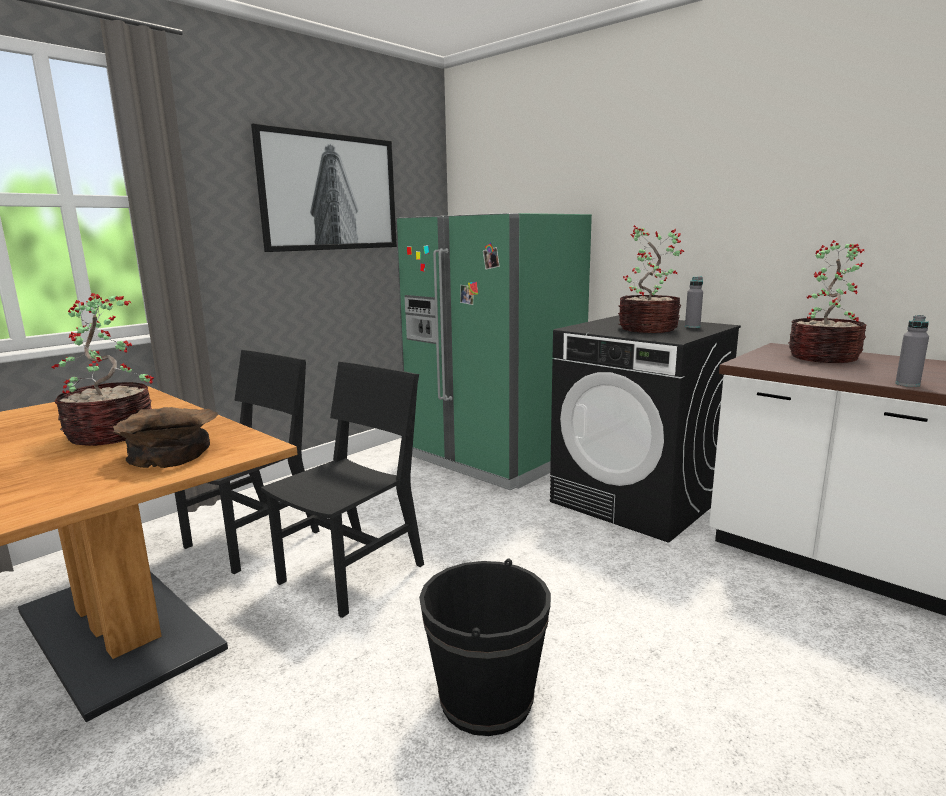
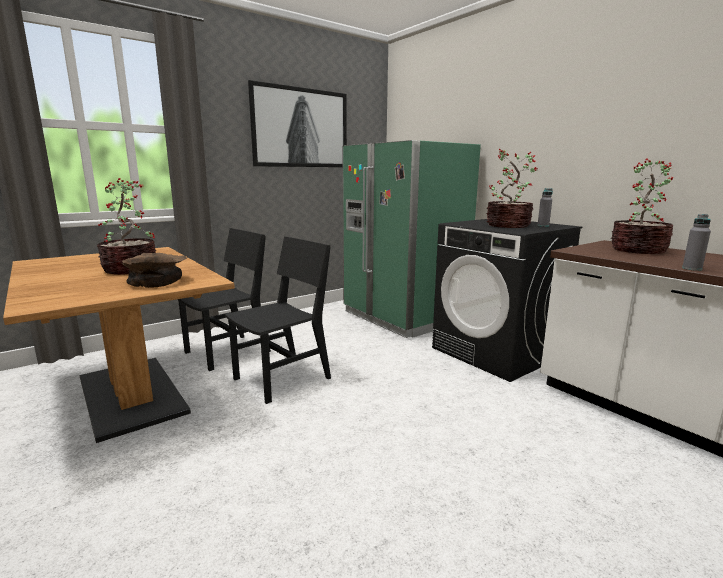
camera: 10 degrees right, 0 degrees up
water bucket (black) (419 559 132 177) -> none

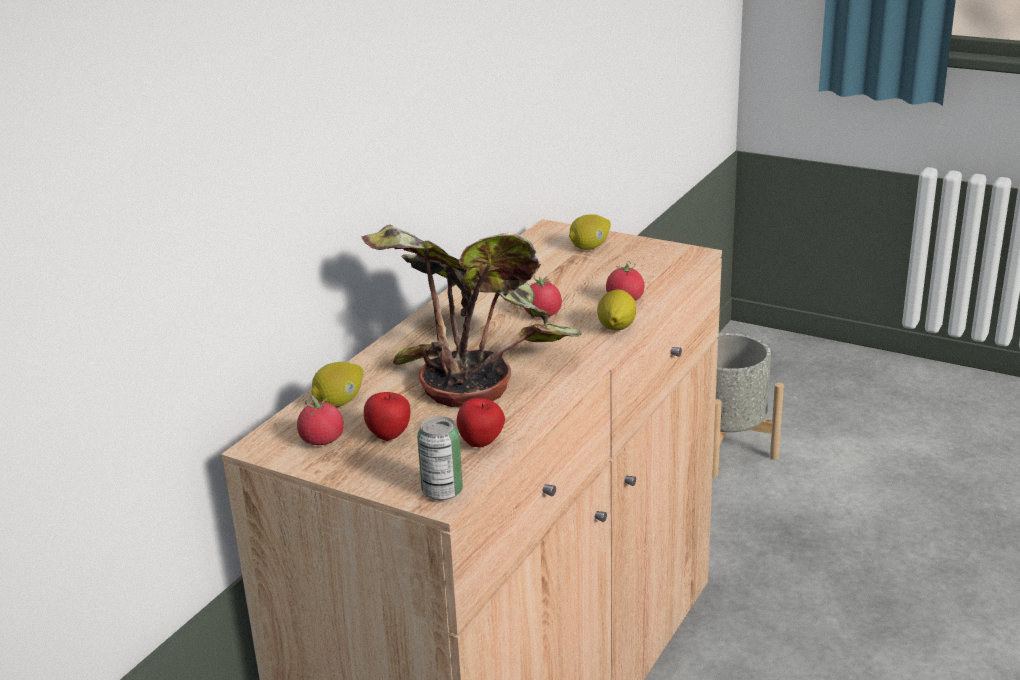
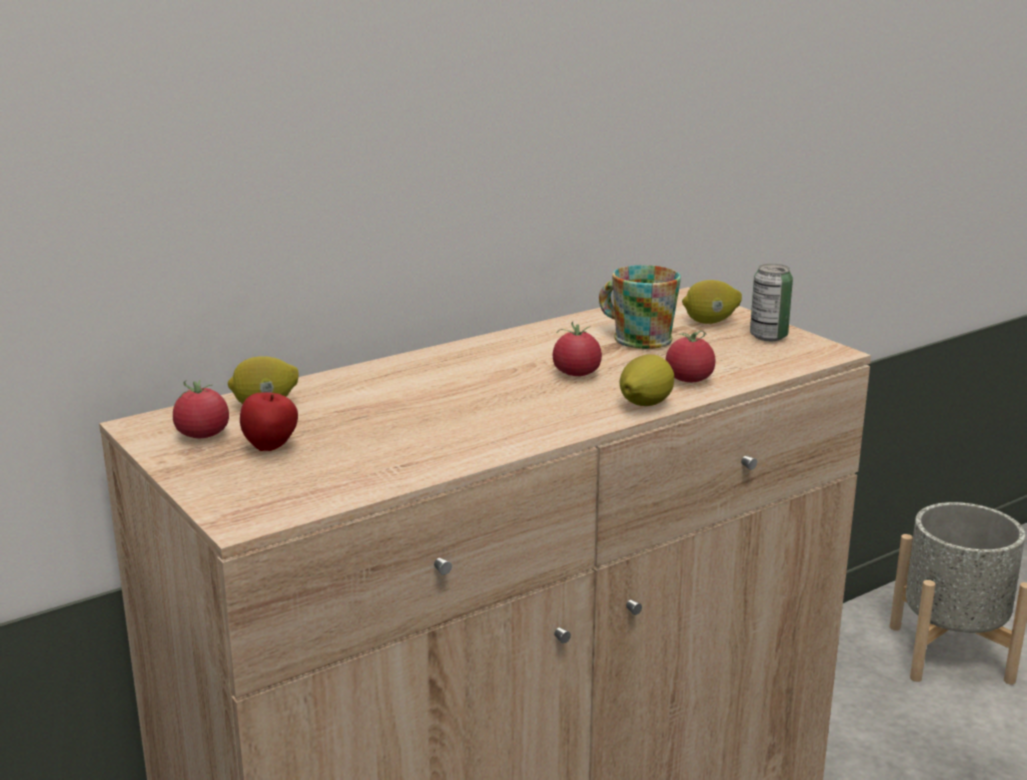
camera: 25 degrees right, 5 degrees down
none -> tea mug (599 265 82 84)
sealed can (417 416 46 84) -> sealed can (750 264 43 77), shifted
plant in a pot (361 224 221 183) -> none
apple fruit (457 398 48 50) -> none

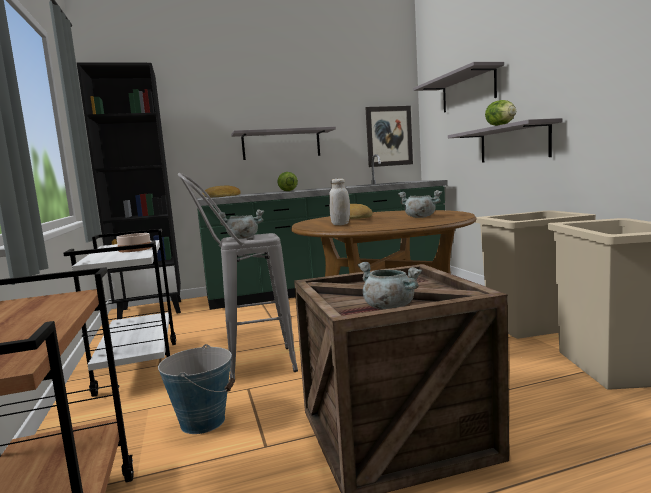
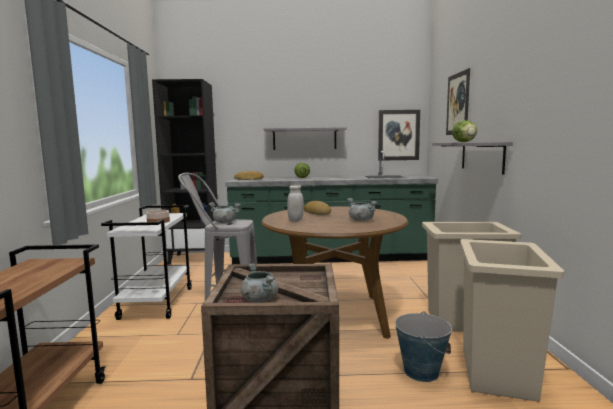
camera: 15 degrees right, 0 degrees up
water bucket (158 344 77 90) -> water bucket (395 311 57 71), shifted
bracket shelf (greyish) (413 62 91 51) -> wall picture (446 68 24 67)

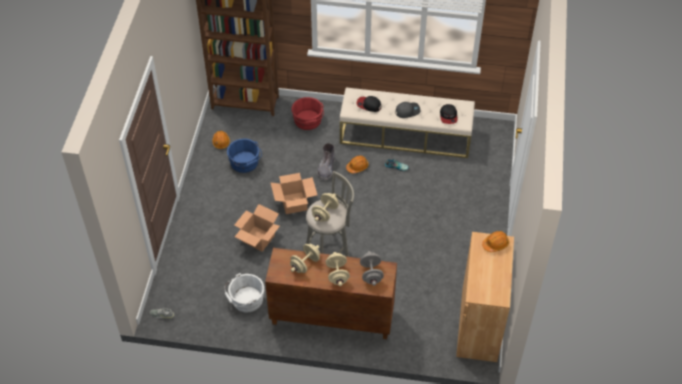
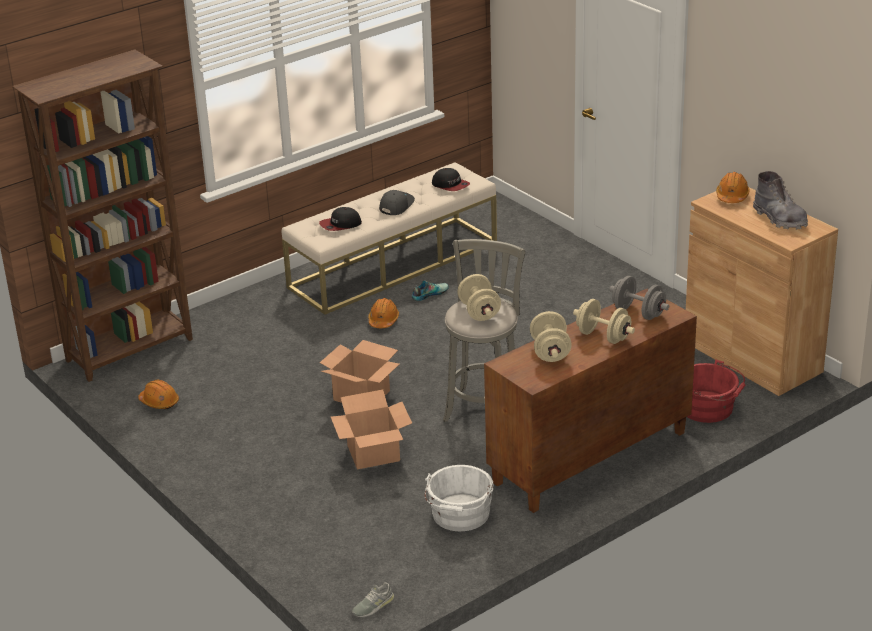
camera: 45 degrees left, 20 degrees down
water bucket (red-coloured) (292 97 32 33) -> water bucket (red-coloured) (687 359 58 64), shifted
boot (greyish) (317 143 18 38) -> boot (greyish) (753 171 55 59), shifted
water bucket (bluish) (227 139 35 34) -> none

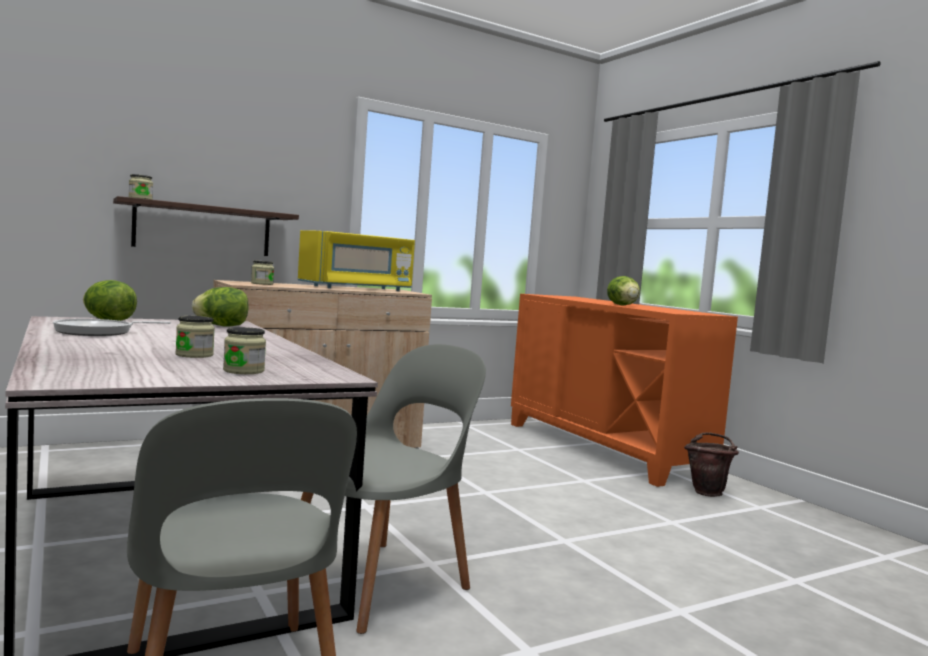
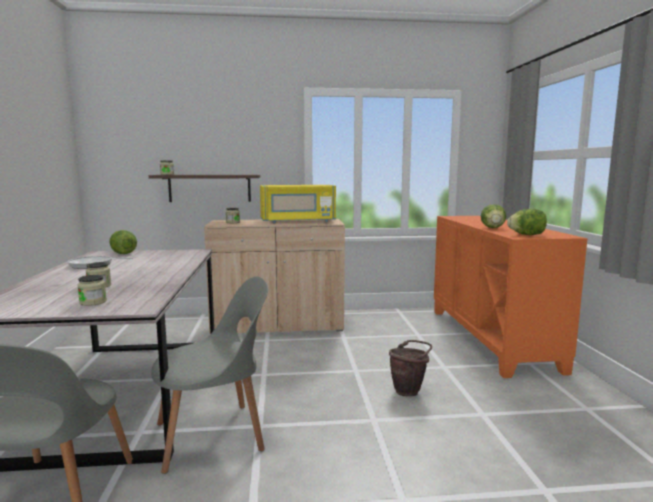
camera: 25 degrees right, 5 degrees up
water bucket (brown) (684 432 55 65) -> water bucket (brown) (389 340 43 56), shifted
lettuce (192 287 57 40) -> lettuce (507 209 40 26), shifted

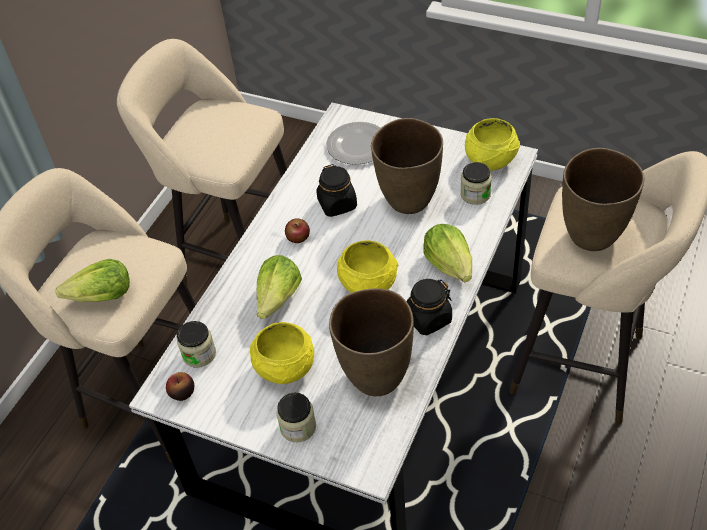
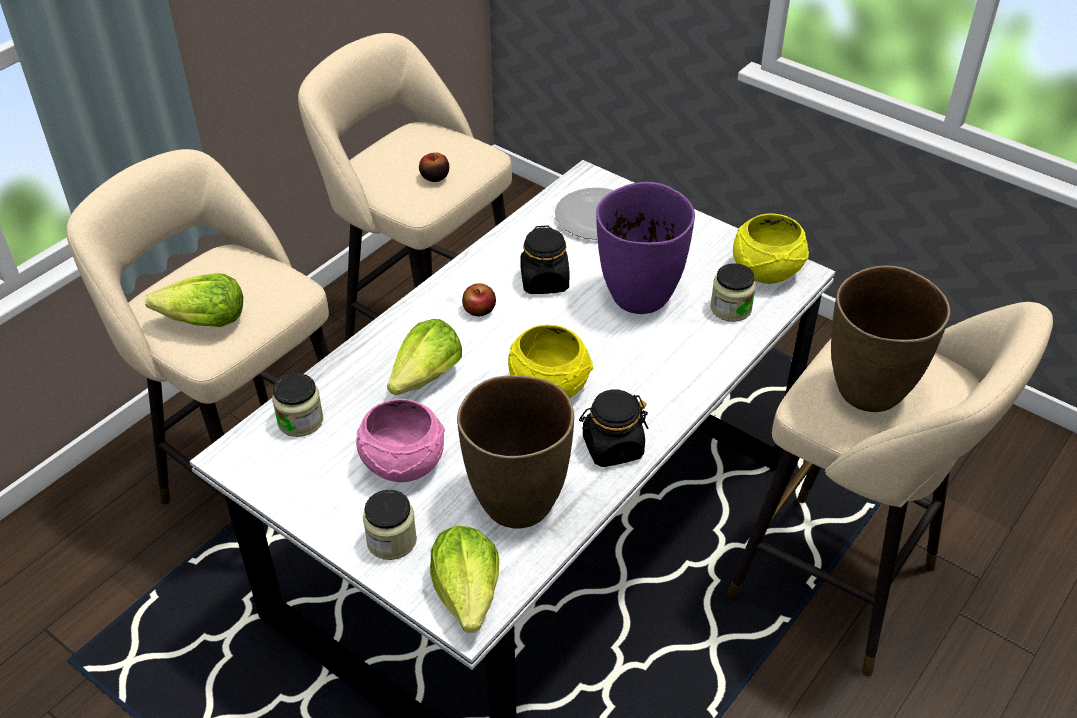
camera: 10 degrees right, 5 degrees down
deep dish (yellow-coloured) (250 322 64 62) -> deep dish (pink-coloured) (356 399 89 83)
apple fruit (166 372 28 29) -> apple fruit (419 152 30 30), shifted
lettuce (423 224 49 58) -> lettuce (430 526 69 107), shifted
vase (brown) (371 118 72 96) -> vase (purple) (596 182 99 132)

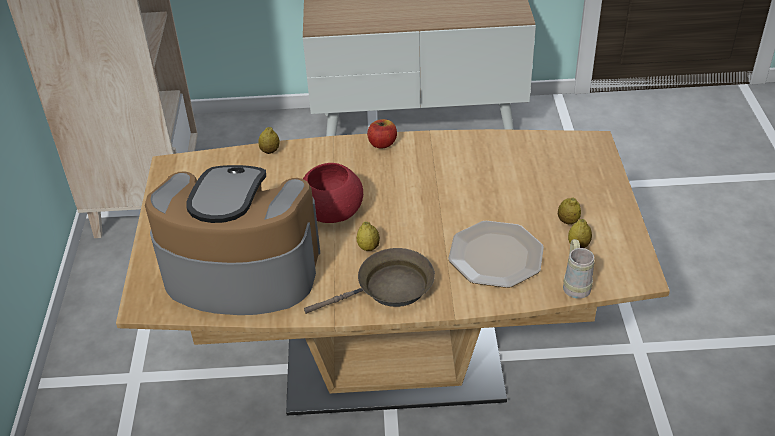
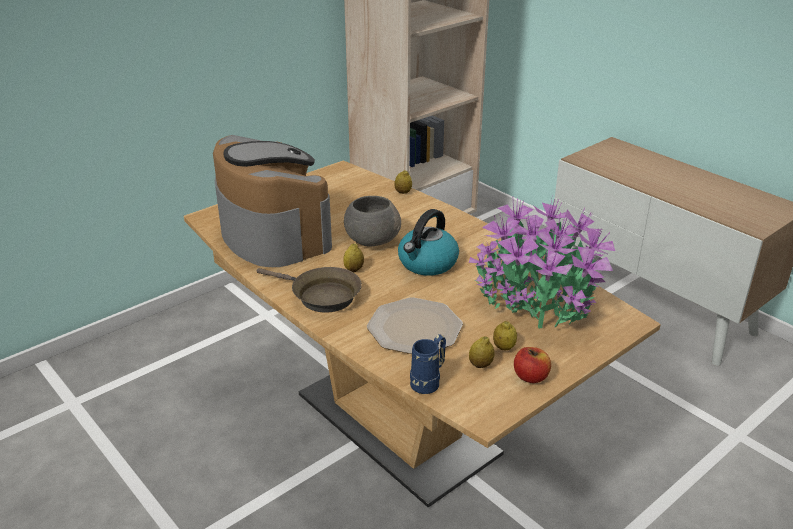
camera: 50 degrees right, 10 degrees down
deep dish (red-coloured) (303 163 60 60) -> deep dish (greyish) (344 196 57 51)
none -> water kettle (398 209 61 67)
tea mug (beige-coloured) (563 239 32 60) -> tea mug (bluish) (410 334 36 60)
none -> plant in a pot (469 198 146 130)
apple fruit (367 119 30 30) -> apple fruit (514 347 37 36), shifted

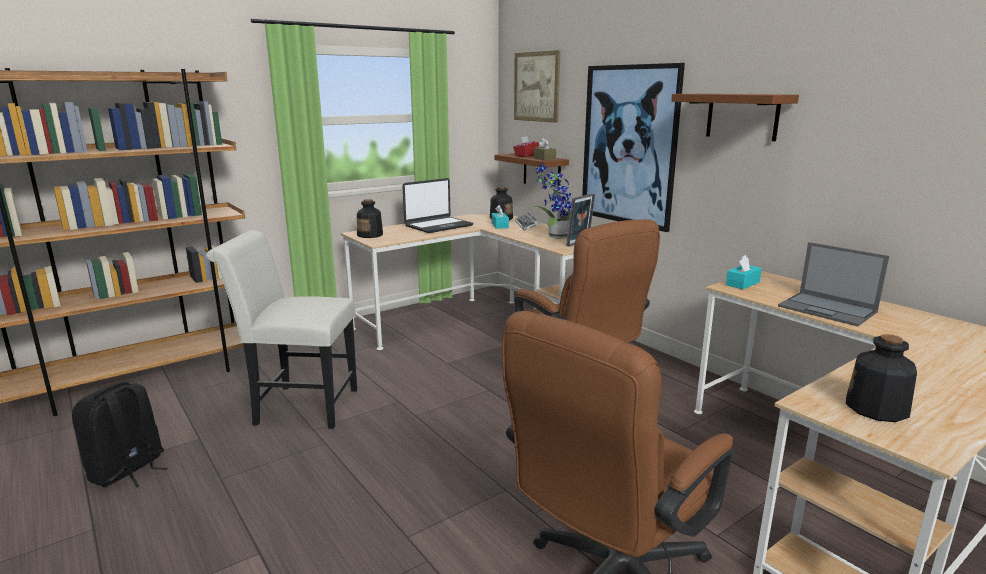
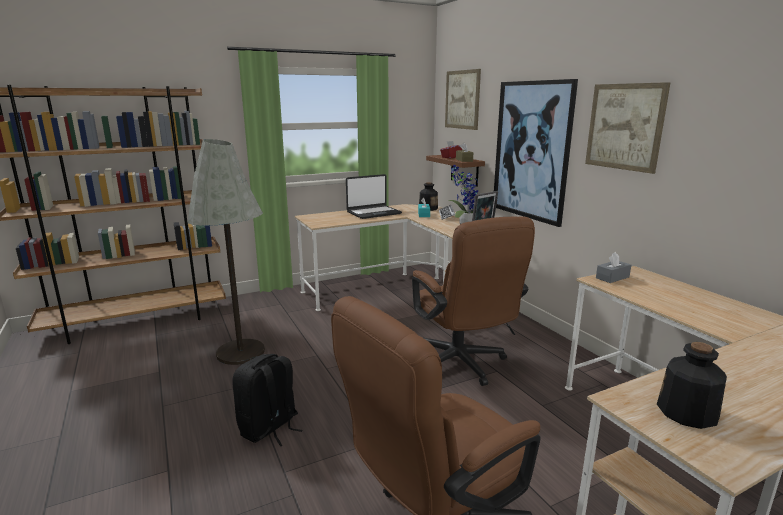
camera: 10 degrees right, 0 degrees up
chair (white) (206 230 151 199) -> floor lamp (greyish) (187 139 78 226)
knapsack (black) (72 382 96 105) -> knapsack (black) (232 354 71 93), shifted
bracket shelf (brown) (671 94 128 47) -> wall picture (585 82 86 92)
box of tissues (turquoise-coloured) (726 255 36 34) -> box of tissues (greyish) (596 252 35 31)
bottle (357 199 26 39) -> none
portable computer (778 242 111 84) -> none

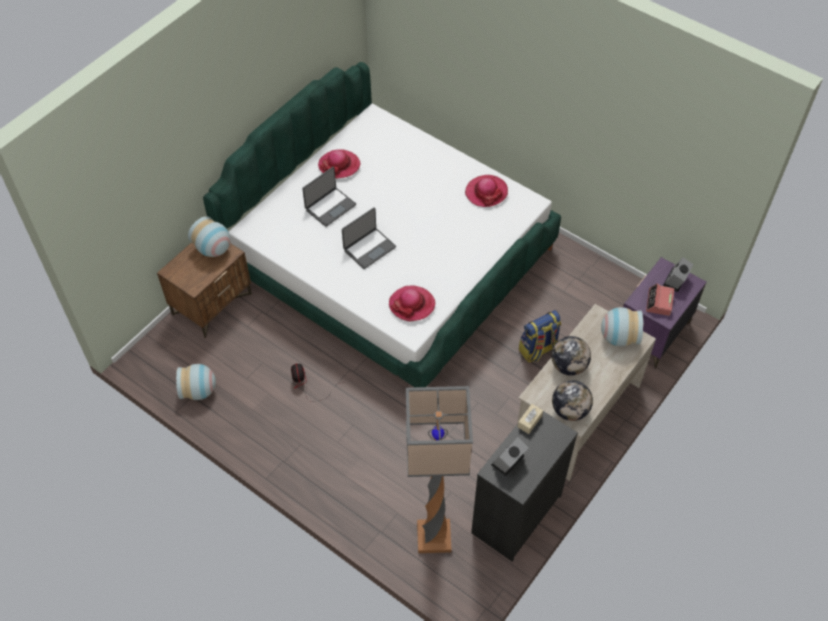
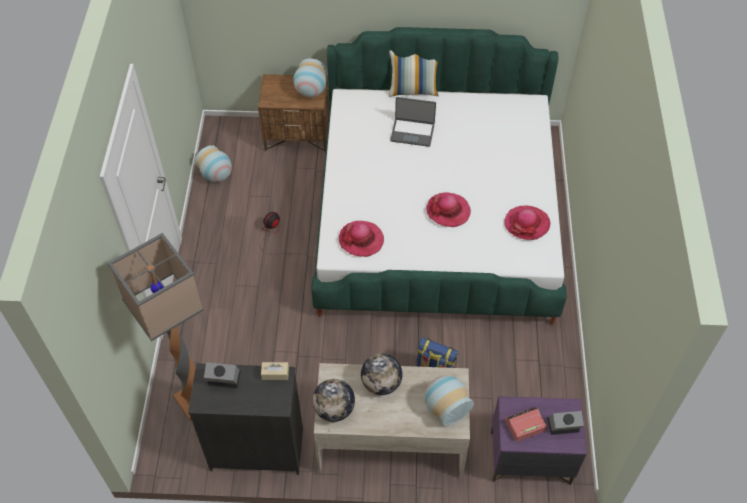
camera: 55 degrees right, 0 degrees up
none -> throw pillow (389 50 50 47)
wearable hat (318 149 42 30) -> wearable hat (426 193 45 34), shifted
portable computer (342 207 54 62) -> none

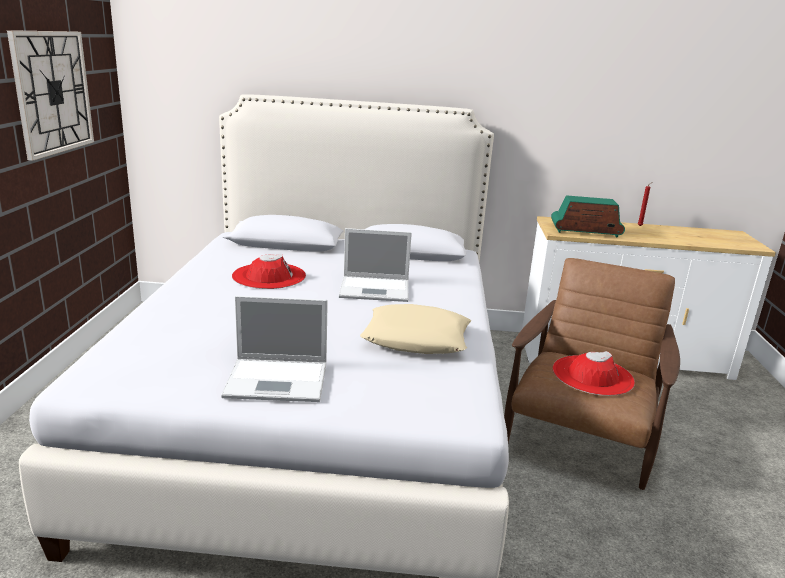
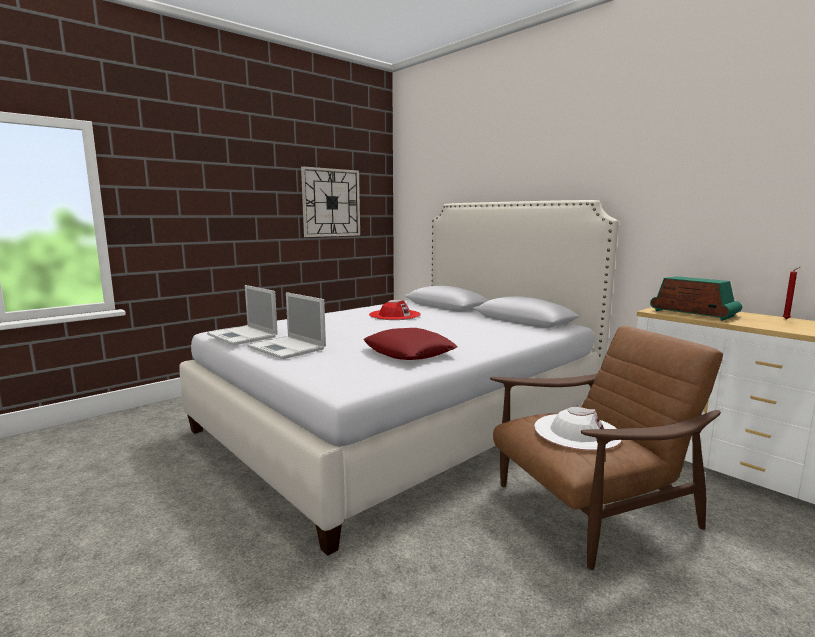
camera: 45 degrees right, 10 degrees down
portable computer (339 228 73 74) -> portable computer (207 285 71 60), shifted
throw pillow (beige-coloured) (360 304 111 50) -> throw pillow (red-coloured) (364 328 93 32)
wearable hat (red-coloured) (553 351 82 45) -> wearable hat (white) (534 407 88 43)

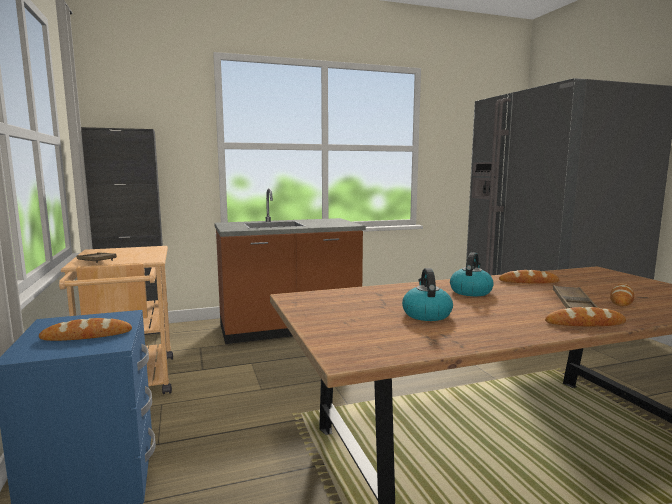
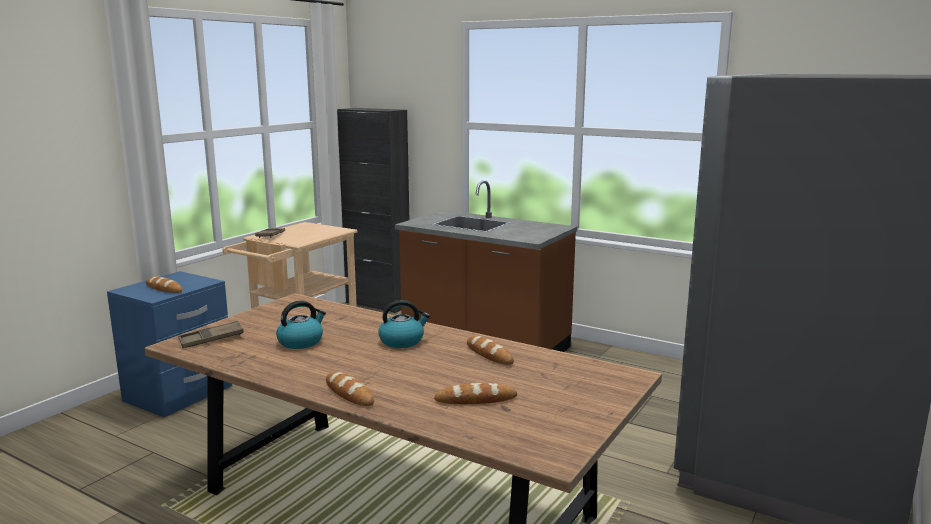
camera: 50 degrees right, 5 degrees up
tray (brown) (553 285 44 24) -> tray (brown) (178 320 66 28), shifted

